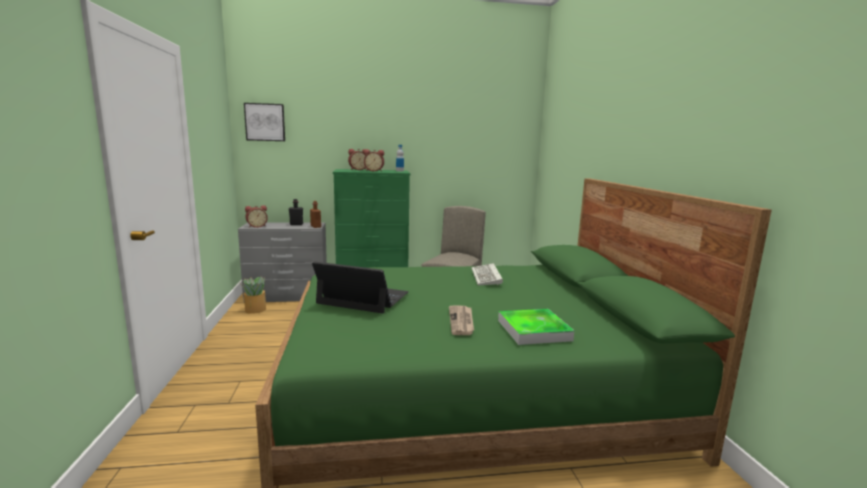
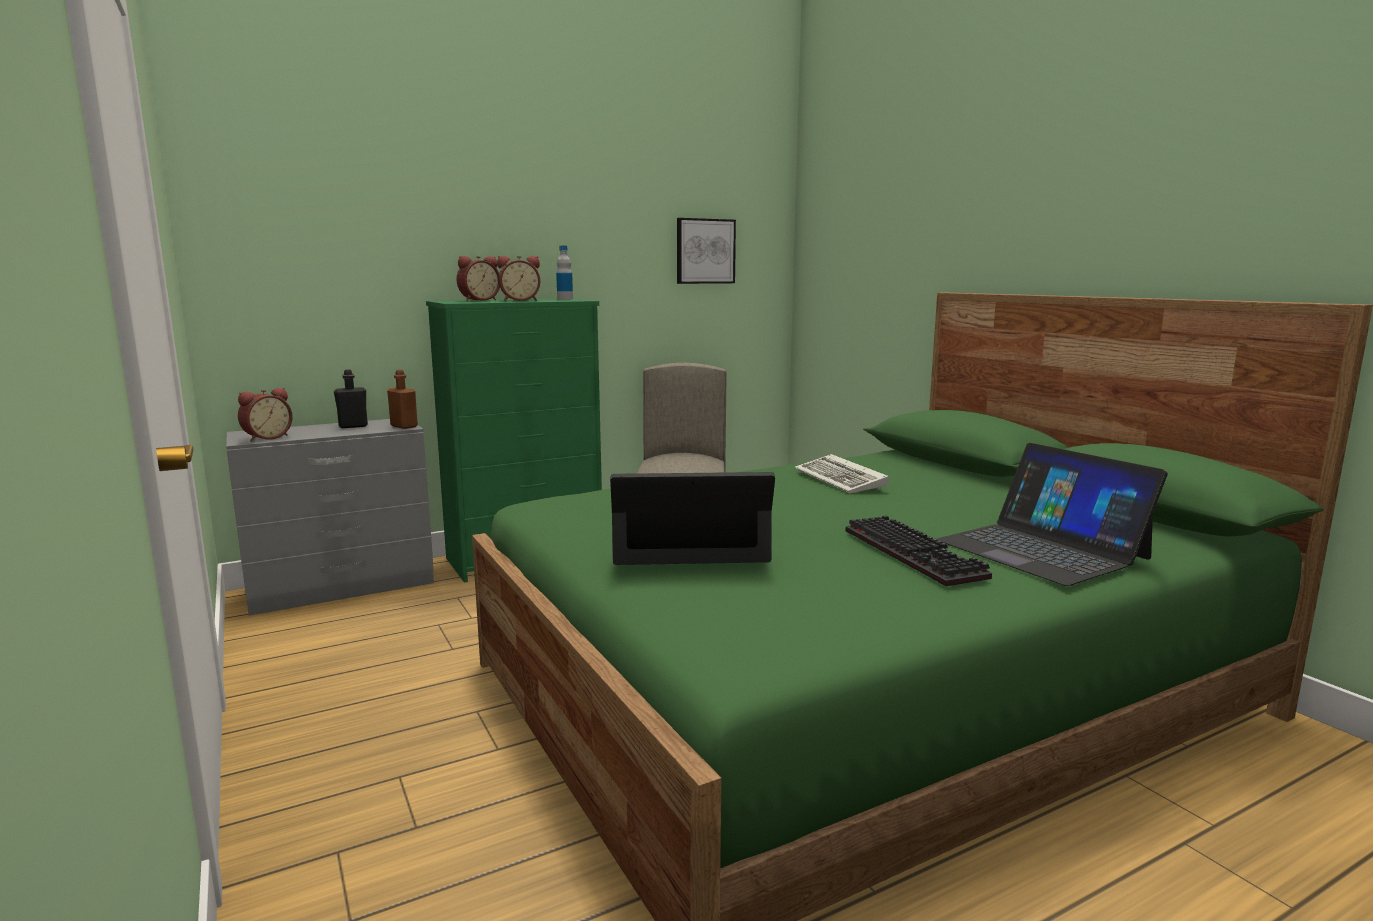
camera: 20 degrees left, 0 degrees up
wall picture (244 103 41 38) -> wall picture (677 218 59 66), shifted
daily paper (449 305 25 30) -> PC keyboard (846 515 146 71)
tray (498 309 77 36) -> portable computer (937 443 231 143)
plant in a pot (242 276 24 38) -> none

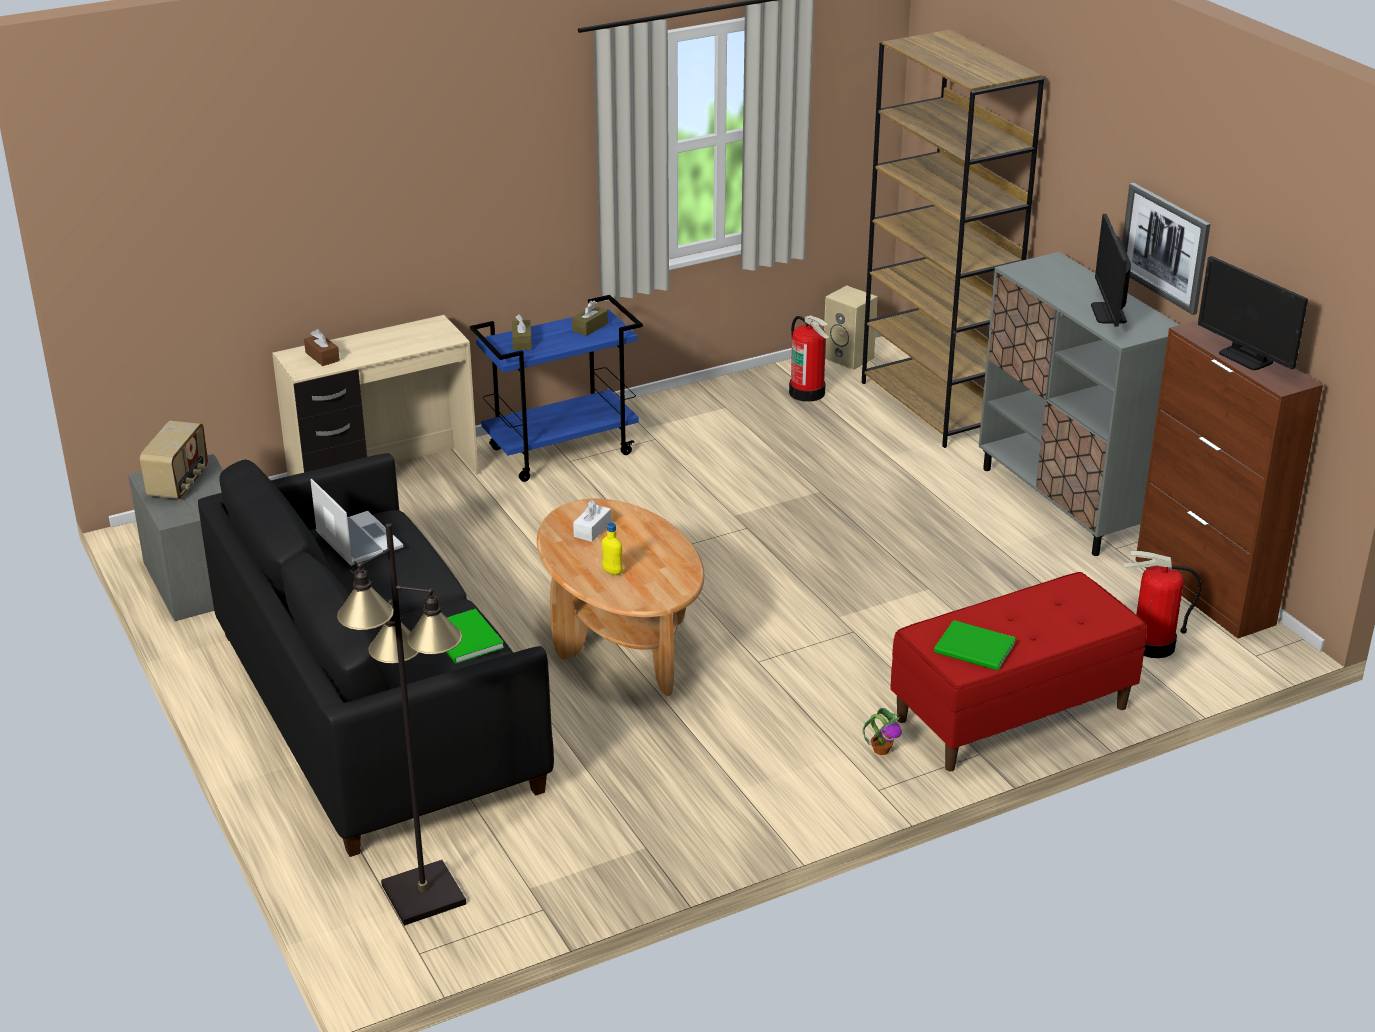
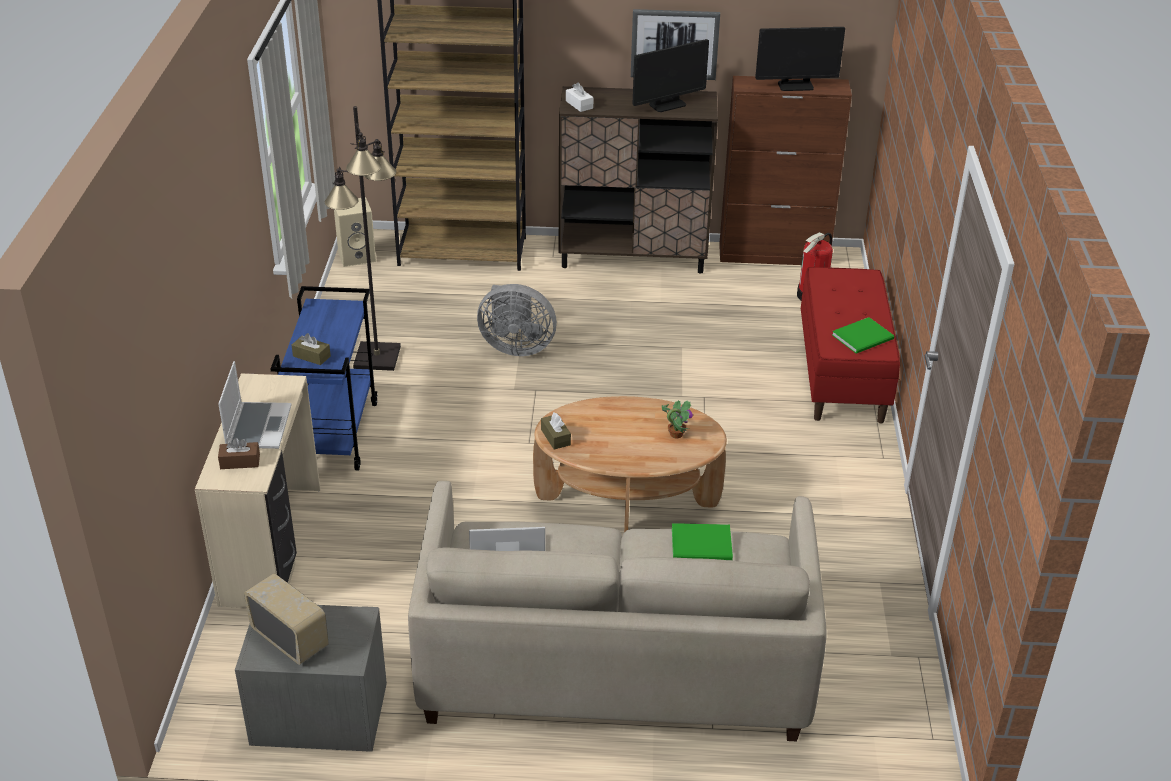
camera: 60 degrees left, 5 degrees up
none -> portable computer (218 361 74 88)
floor lamp (black) (337 523 129 403) -> floor lamp (black) (325 106 76 265), shifted
sofa (black) (198 453 356 404) -> sofa (beige-coloured) (408 481 418 260)
none -> fan (greyish) (477 284 80 72)
box of tissues (brown) (572 301 36 35) -> box of tissues (brown) (541 413 30 36), shifted
cupboard (greyish) (979 252 200 304) -> cupboard (brown) (559 86 159 188)
box of tissues (white) (573 500 38 42) -> box of tissues (white) (566 82 27 30), shifted
computer screen (1091 214 40 113) -> computer screen (633 39 76 73), 60 degrees counterclockwise
plant in a pot (863 708 39 47) -> plant in a pot (662 400 31 39), shifted
bottle (yellow-coloured) (602 523 21 52) -> none
fire-fighting cylinder (789 315 40 87) -> none

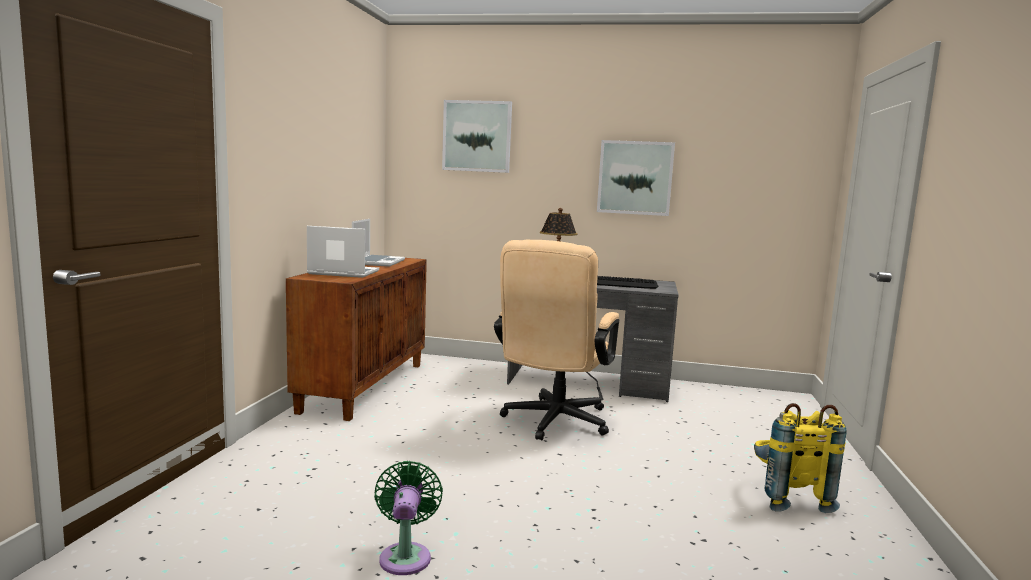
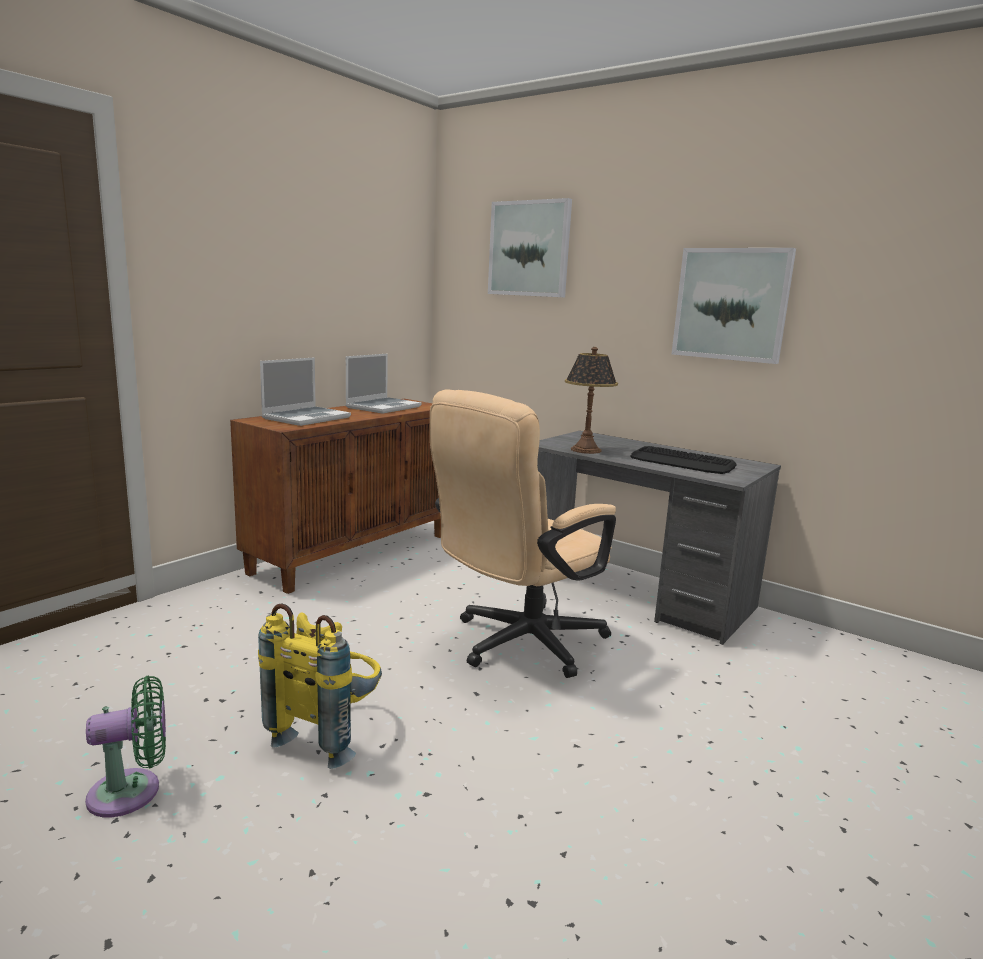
camera: 25 degrees right, 5 degrees up
fan (green-coloured) (374 461 69 114) -> fan (green-coloured) (85 676 81 141), 45 degrees clockwise
knapsack (yellow-coloured) (754 403 92 110) -> knapsack (yellow-coloured) (258 603 124 166), shifted
portable computer (307 226 72 52) -> portable computer (260 358 91 68), 90 degrees clockwise

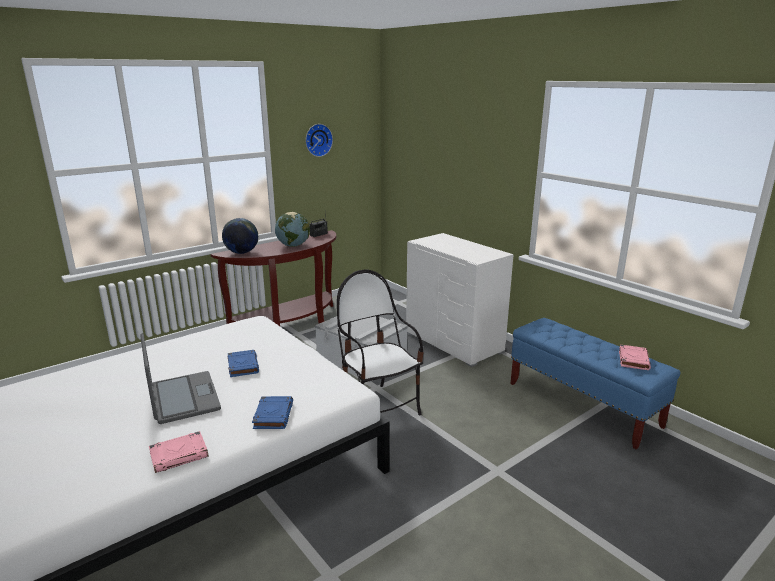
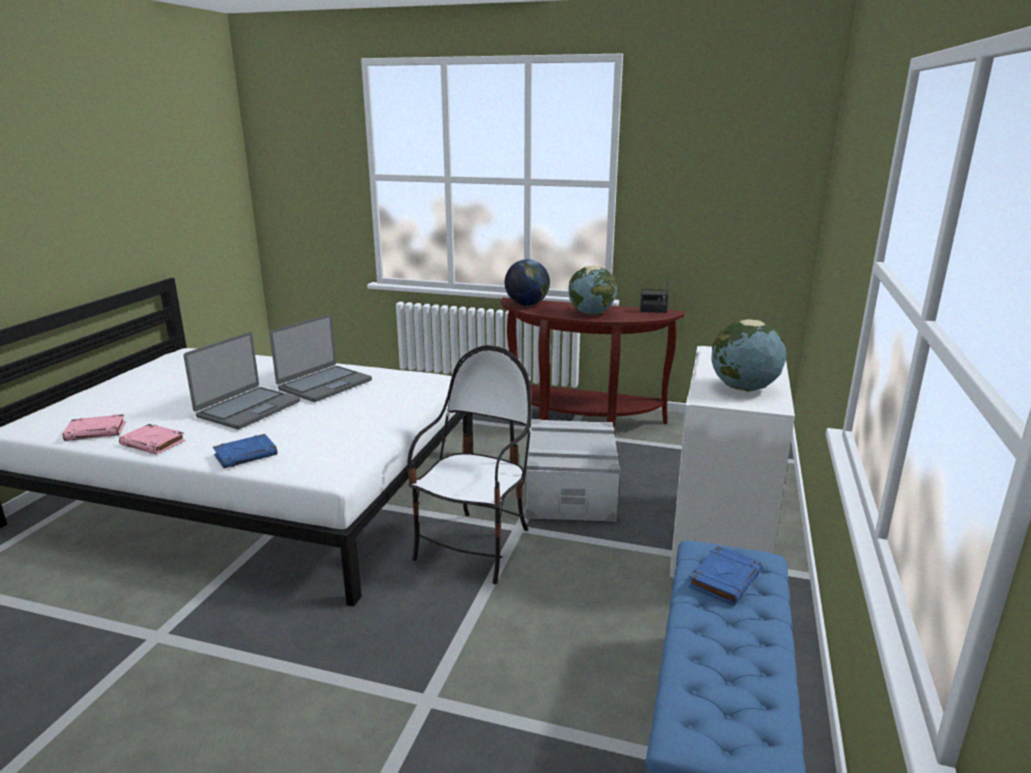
camera: 55 degrees right, 0 degrees up
bound book (pink-coloured) (619 344 32 26) -> bound book (pink-coloured) (63 414 63 27), shifted
none -> portable computer (269 314 103 88)
bound book (bluish) (227 350 32 27) -> bound book (bluish) (688 546 74 59), shifted
none -> globe (712 319 74 72)
hanging clock (305 124 28 33) -> none

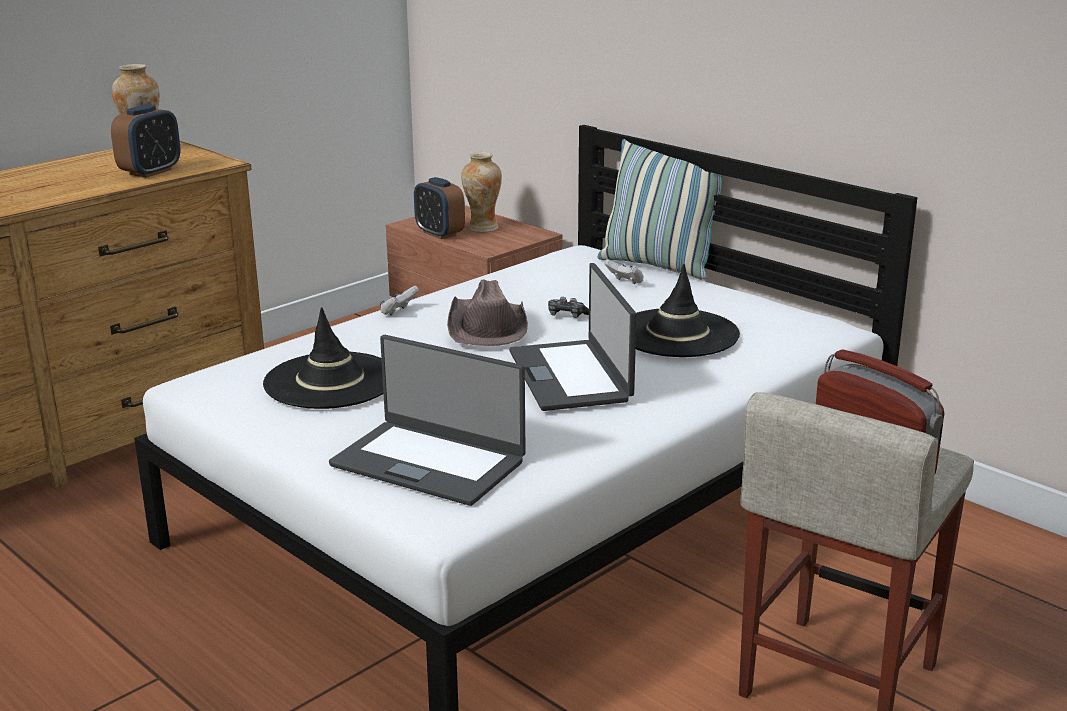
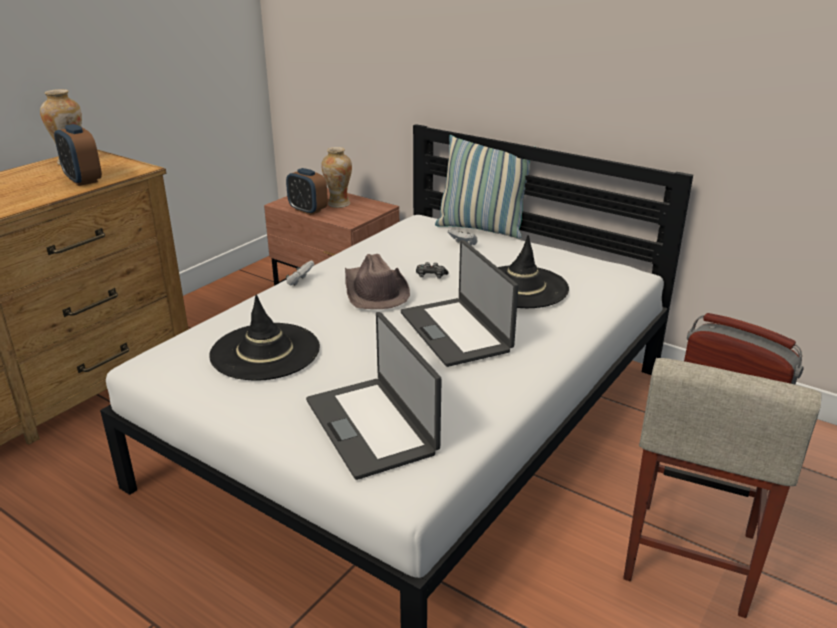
camera: 10 degrees left, 5 degrees up
table clock (111 104 70 74) -> table clock (54 124 48 62), 120 degrees clockwise
portable computer (329 335 197 171) -> portable computer (306 312 136 168), 45 degrees clockwise

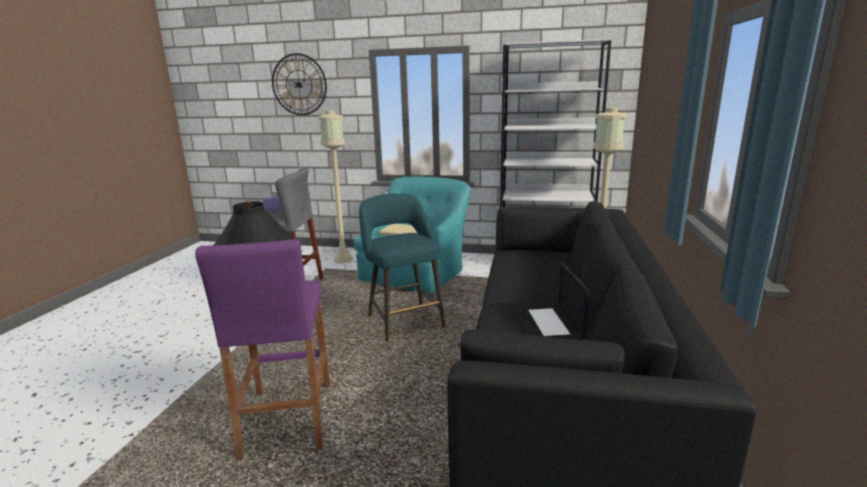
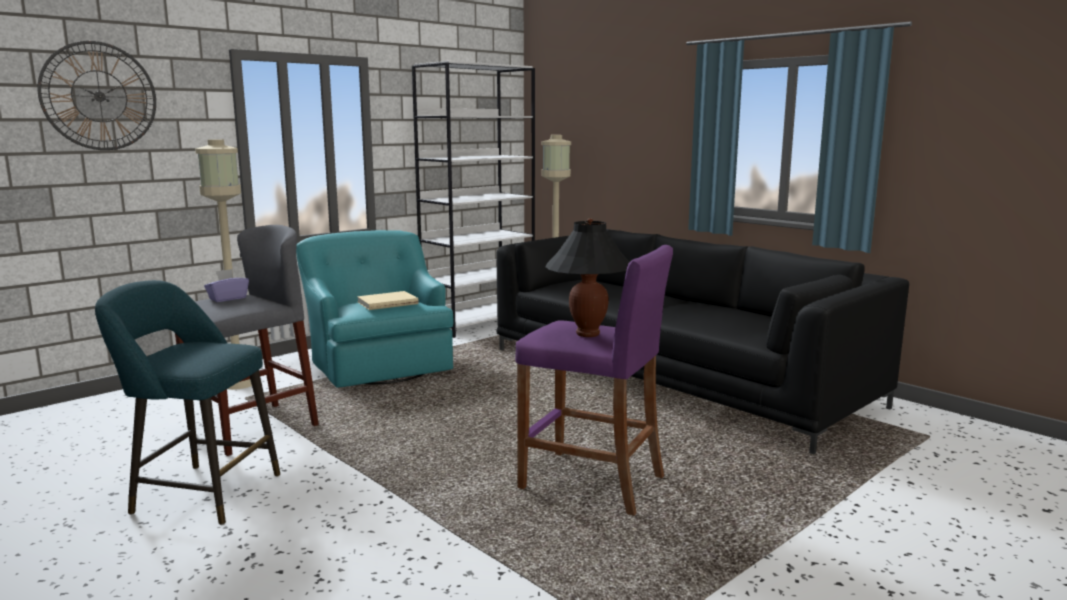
camera: 55 degrees left, 5 degrees down
stool seat (turquoise-coloured) (359 193 86 148) -> stool seat (turquoise-coloured) (95 280 185 245), shifted
portable computer (513 263 76 77) -> none

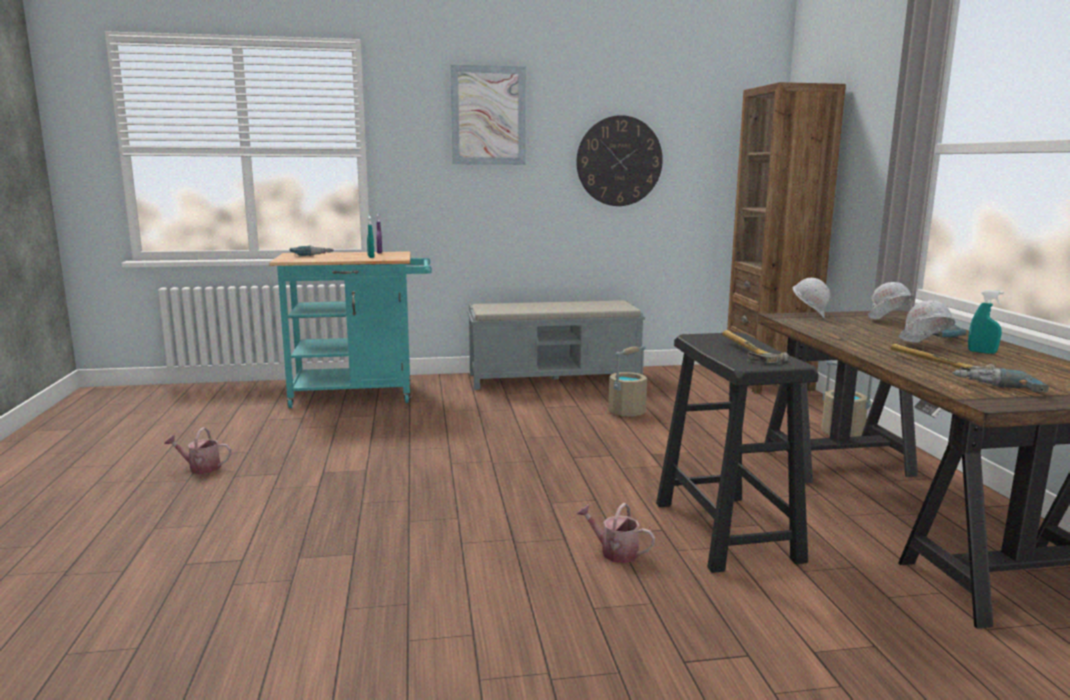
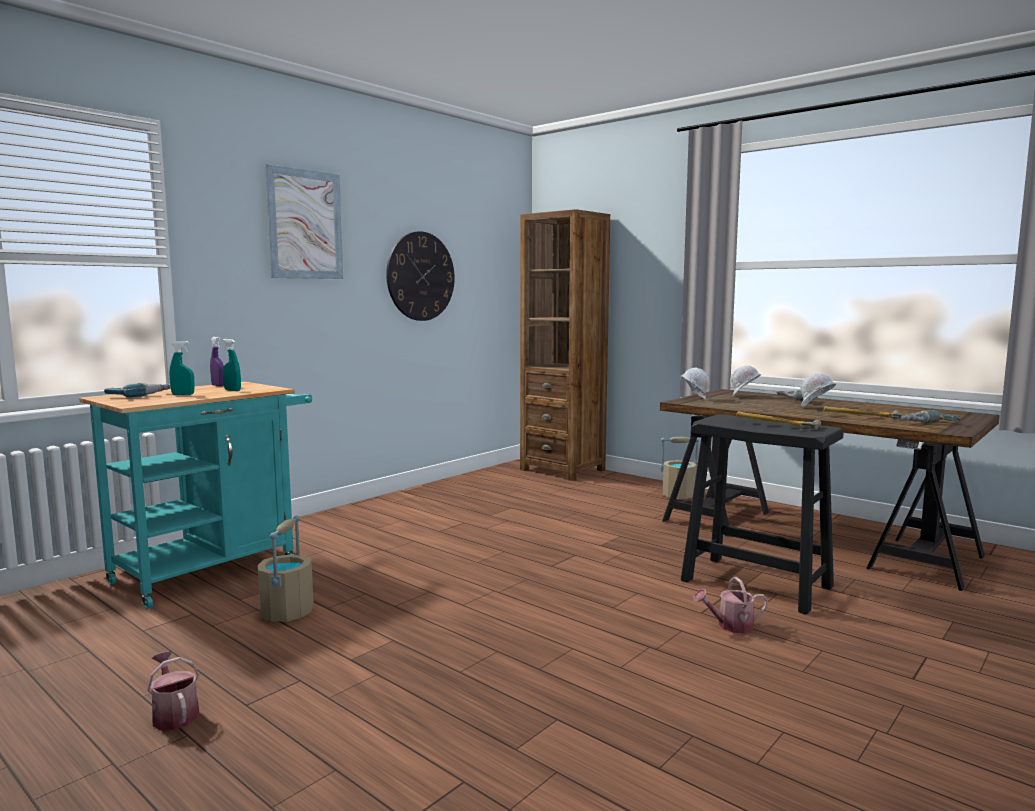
camera: 40 degrees left, 5 degrees down
watering pot (164 427 67 47) -> watering pot (147 651 52 79), 90 degrees clockwise
hand sprayer (turquoise-coloured) (968 290 36 64) -> hand sprayer (turquoise-coloured) (169 341 26 54), shifted
water bucket (beige-coloured) (608 345 39 71) -> water bucket (beige-coloured) (258 515 56 107), shifted
bench (greyish) (467 300 178 90) -> none

